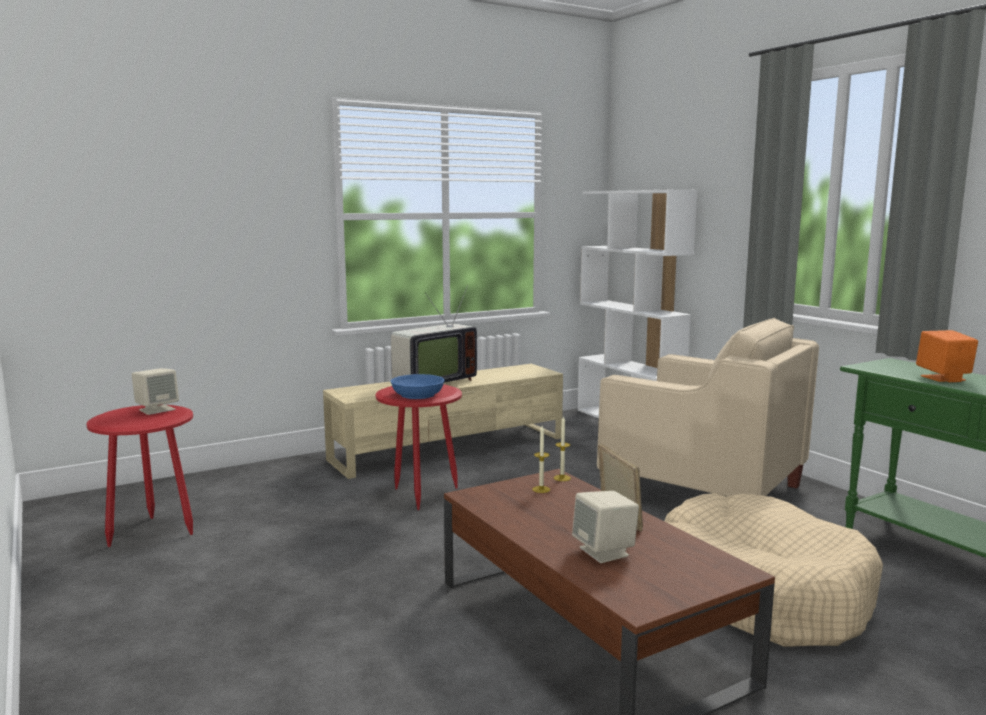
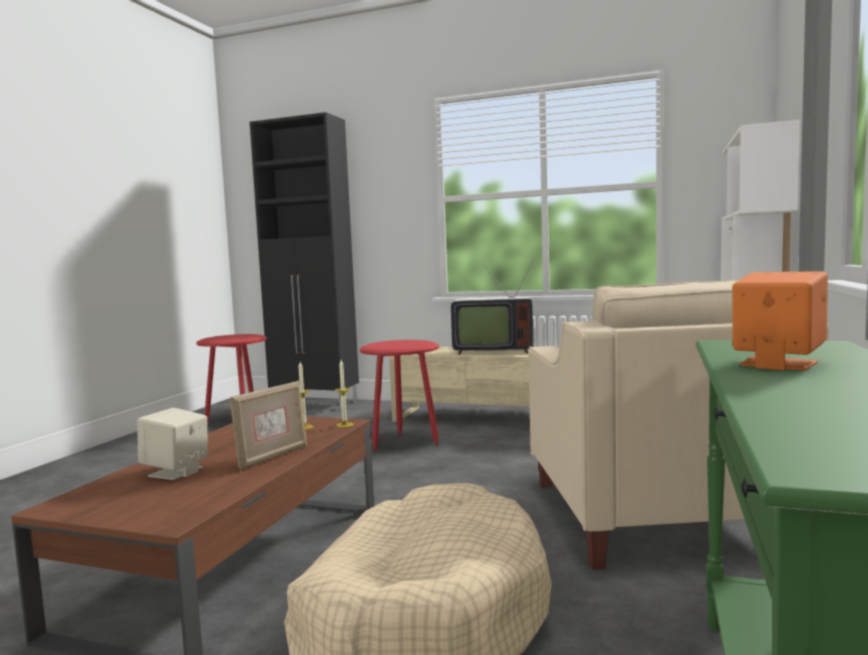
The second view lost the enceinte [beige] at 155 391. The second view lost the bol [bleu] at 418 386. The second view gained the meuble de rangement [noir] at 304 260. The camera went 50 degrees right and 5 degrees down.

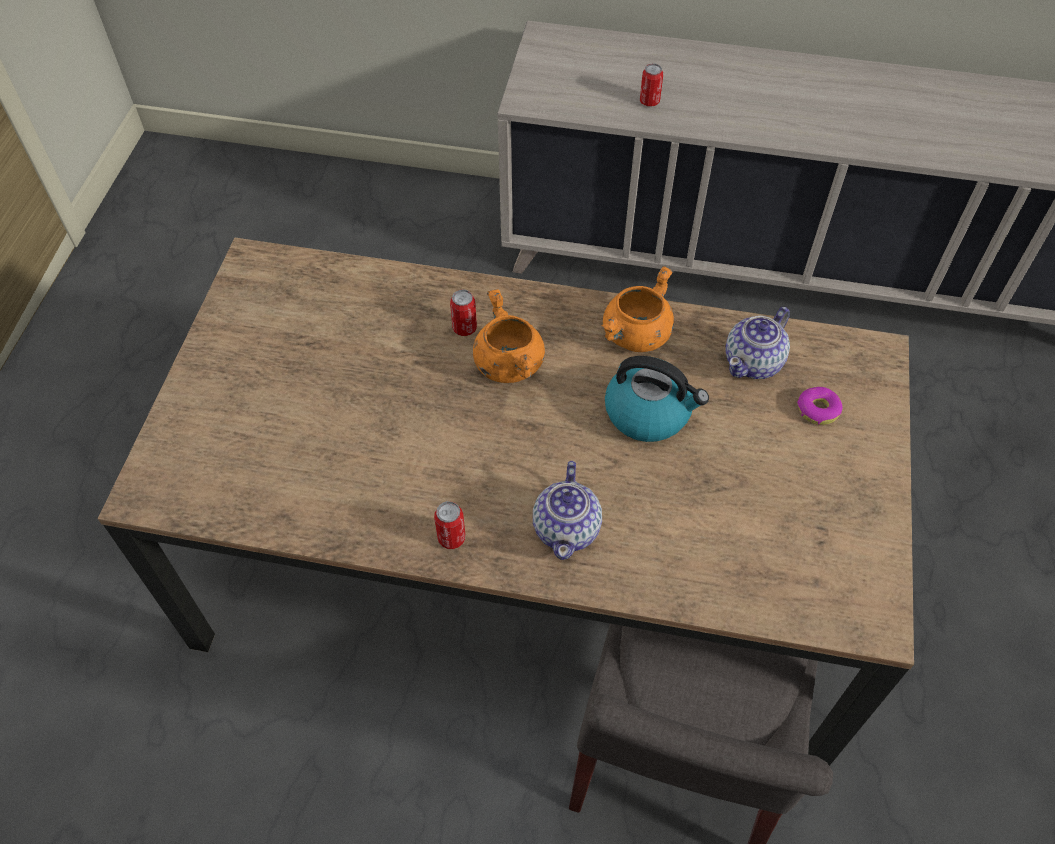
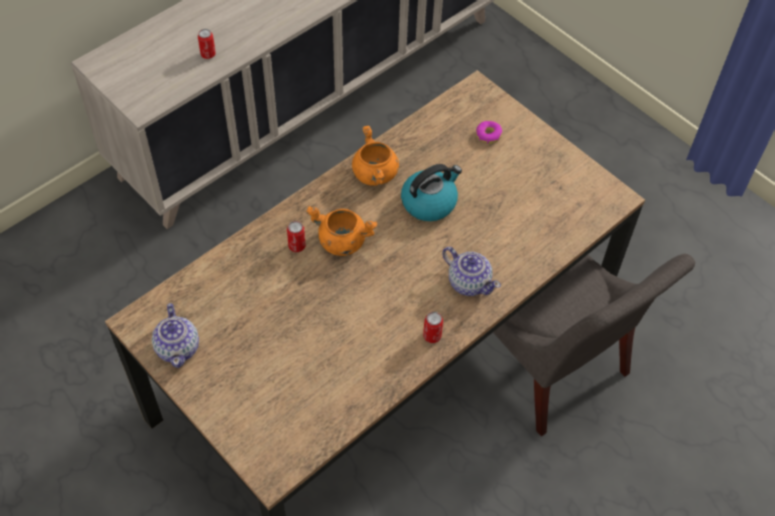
The théière ended up elsewhere, having gone from 757 343 to 175 335. The camera went 55 degrees left and 0 degrees up.

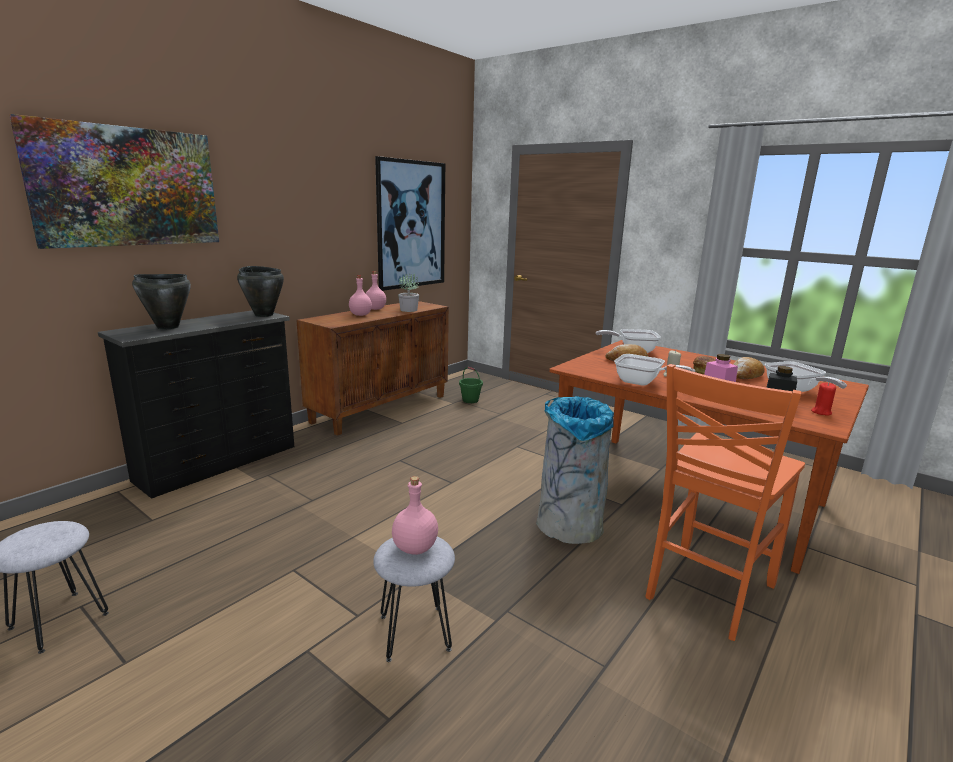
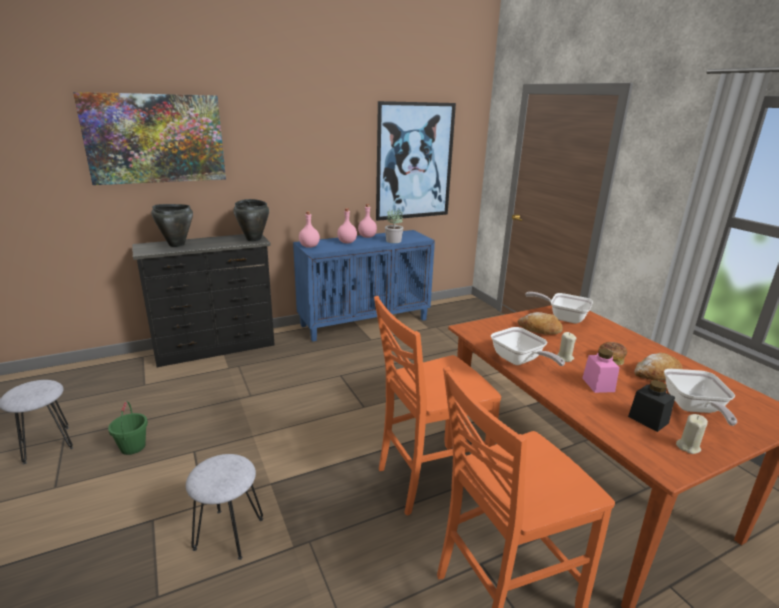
The bouteille [rose] ended up elsewhere, having gone from 415 515 to 309 229. The seau [vert] ended up elsewhere, having gone from 471 385 to 128 428. Where the poubelle [gris] stood at 575 470, the chaise [orange] came to stand at 437 406. What was the meuble de rangement [marron] at 372 368 turned into the meuble de rangement [bleu] at 364 286. What was the bougie [rouge] at 823 399 turned into the bougie [beige] at 692 434. The camera went 25 degrees right and 5 degrees up.

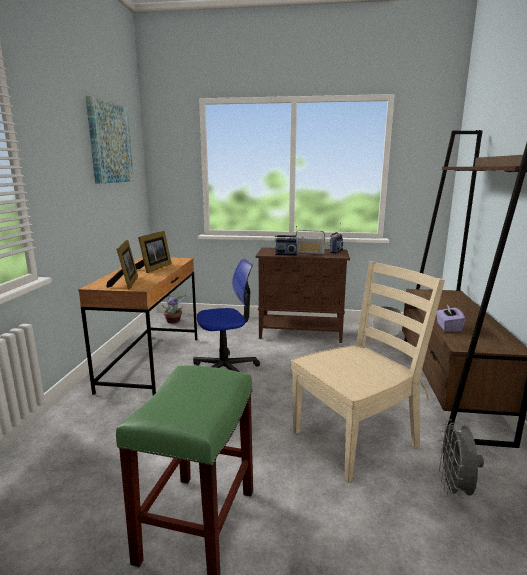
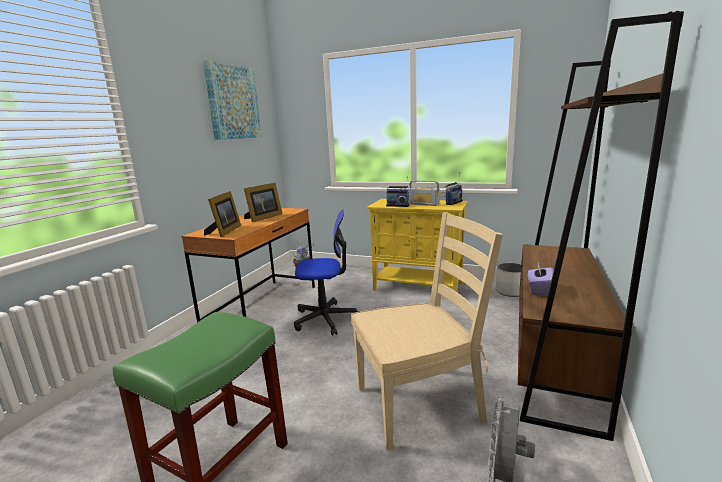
What was the meuble de rangement [marron] at 303 295 turned into the meuble de rangement [jaune] at 417 245. The camera went 15 degrees right and 0 degrees up.

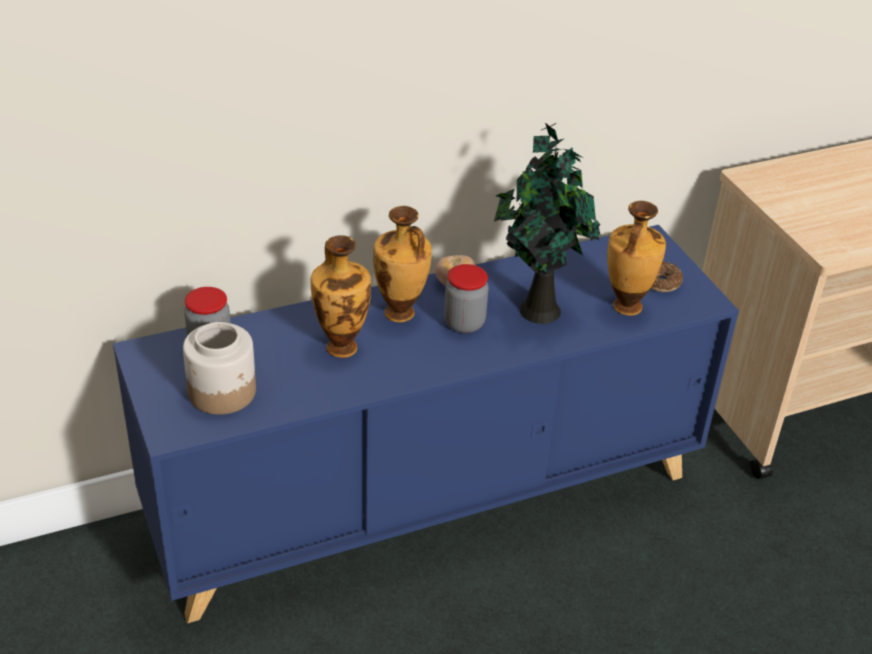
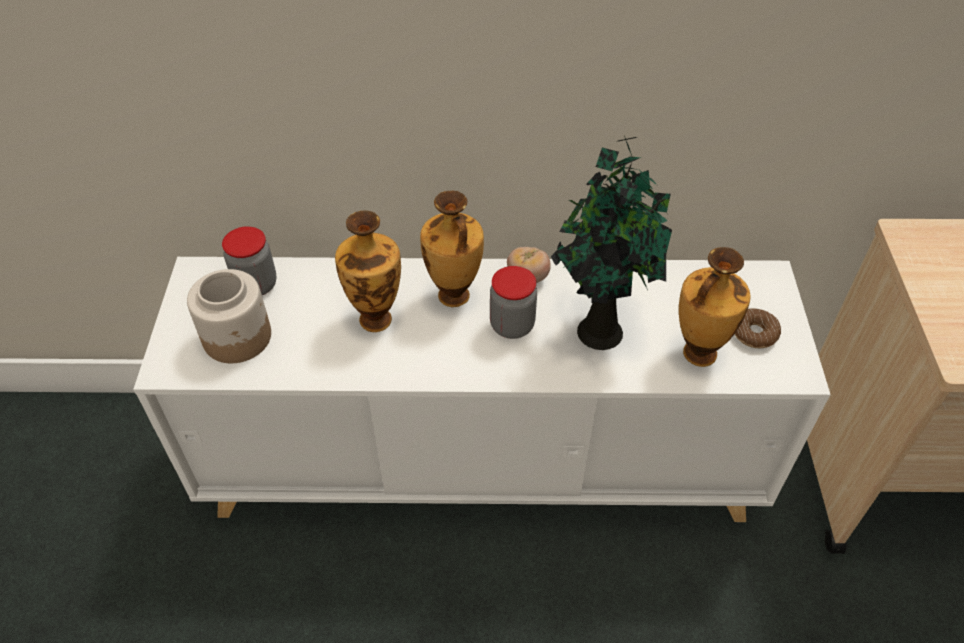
What was the meuble de rangement [bleu] at 426 424 turned into the meuble de rangement [blanc] at 482 389. The camera went 25 degrees right and 10 degrees up.

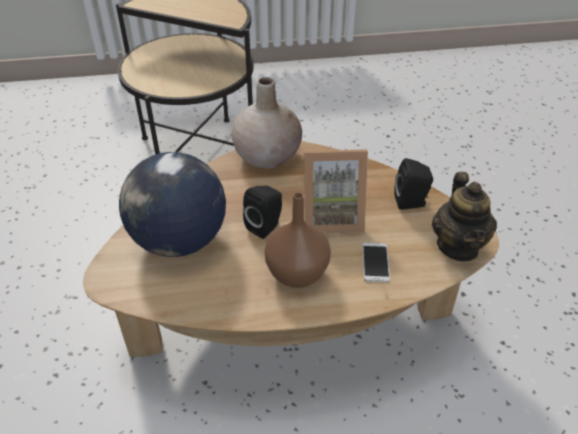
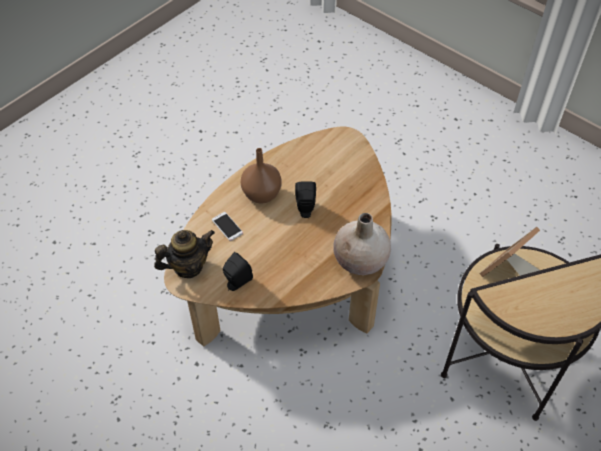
The second view lost the globe at 172 204. The cadre photo ended up elsewhere, having gone from 336 191 to 509 252. The théière at 464 217 ended up facing another way, 105 degrees clockwise from before. The camera went 140 degrees right and 10 degrees up.

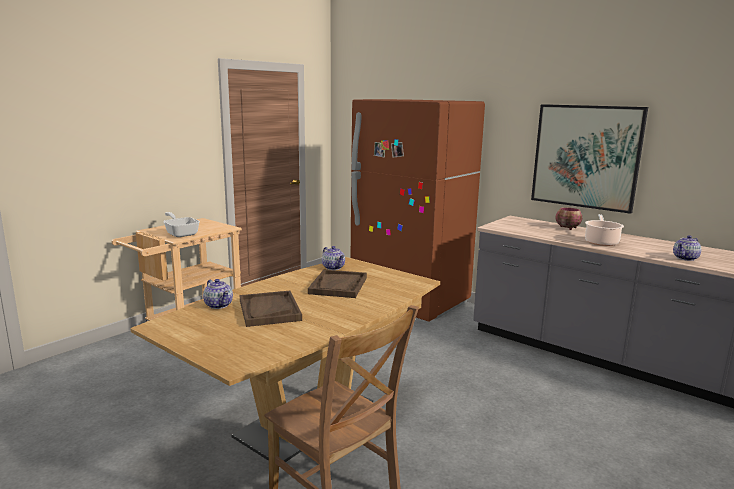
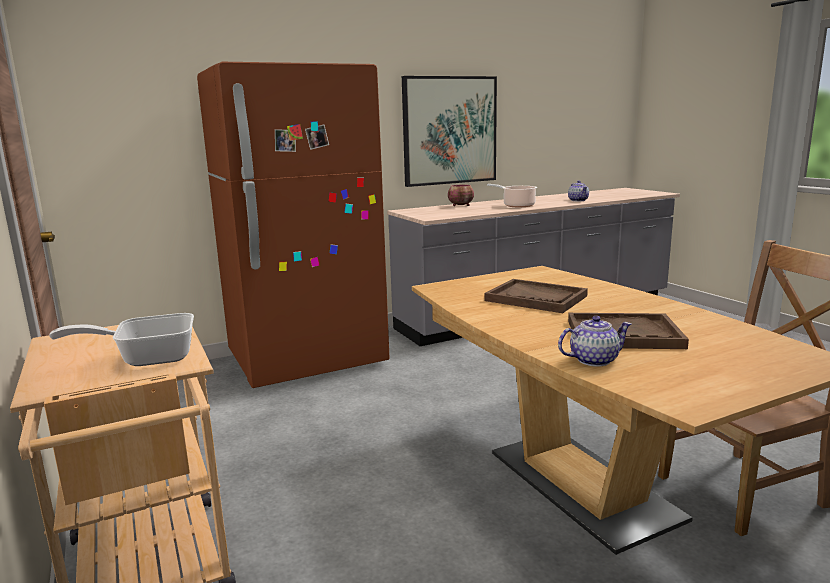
The second view lost the théière at 333 258. The camera went 65 degrees left and 0 degrees up.

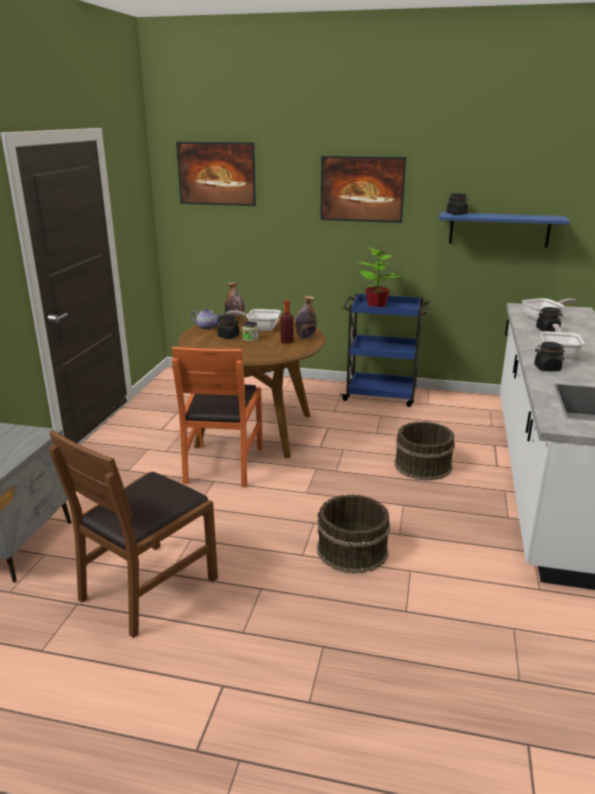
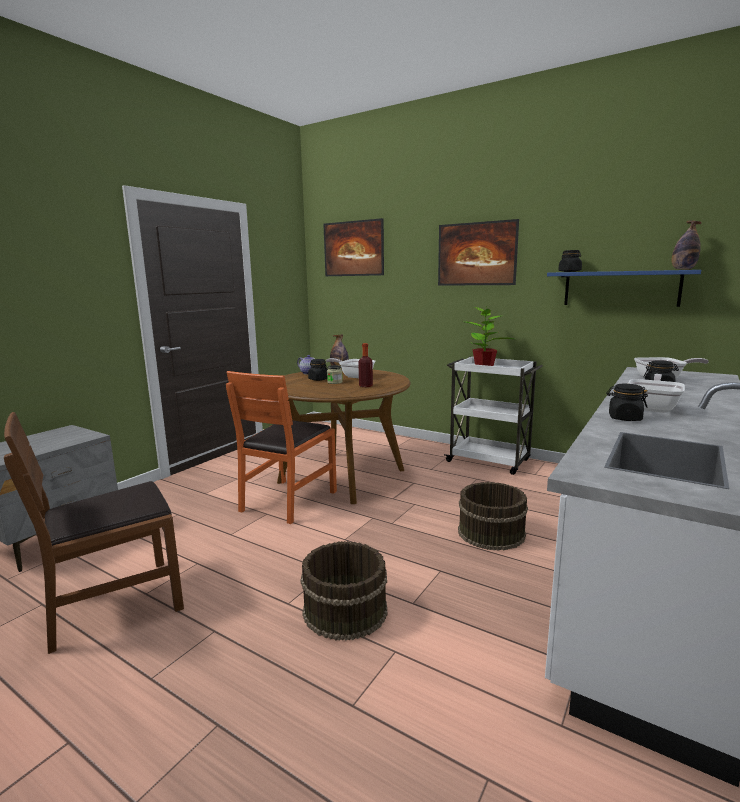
The bouteille ended up elsewhere, having gone from 306 317 to 687 245. What was the chariot [bleu] at 385 350 turned into the chariot [blanc] at 493 415. The camera went 20 degrees right and 10 degrees down.

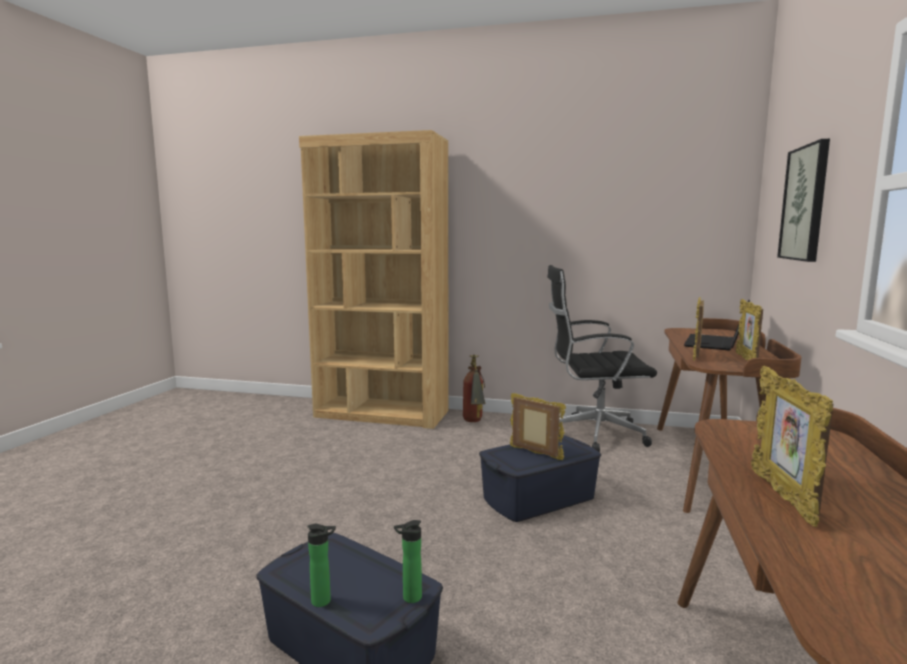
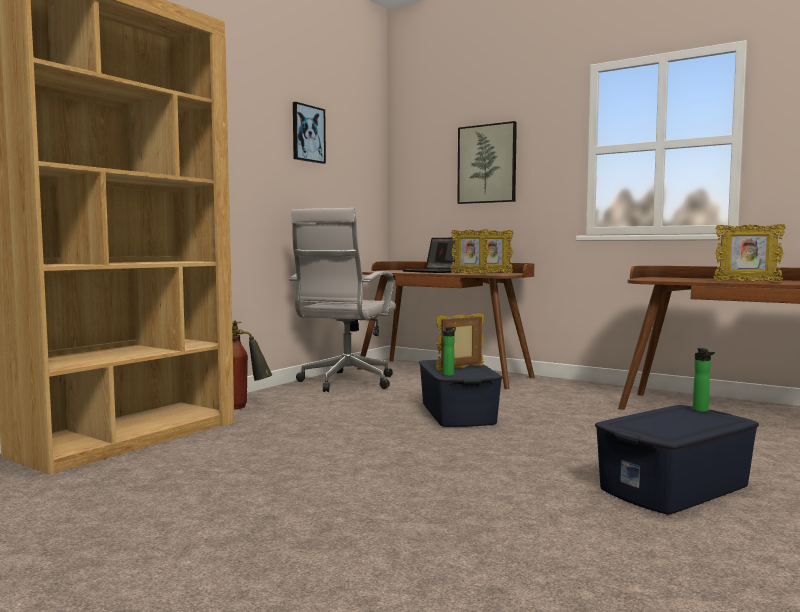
The second view gained the tableau at 309 133. The bouteille ended up elsewhere, having gone from 322 565 to 449 351. What was the chaise de bureau [noir] at 602 358 turned into the chaise de bureau [blanc] at 342 300. The camera went 70 degrees left and 5 degrees down.

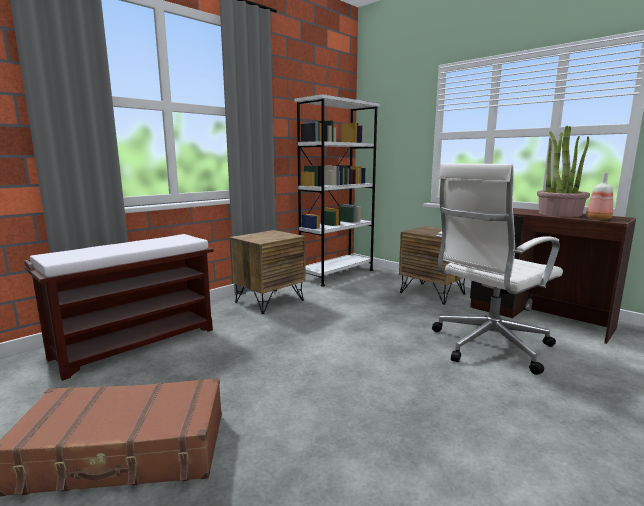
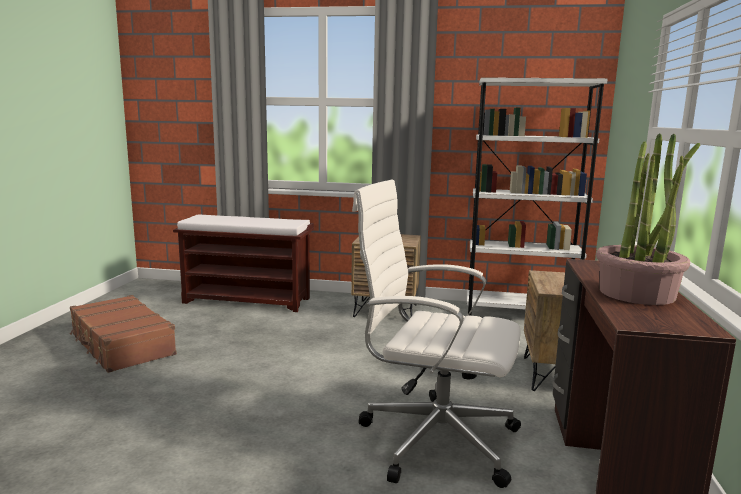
The second view lost the bouteille at 599 196. The camera went 55 degrees right and 0 degrees up.

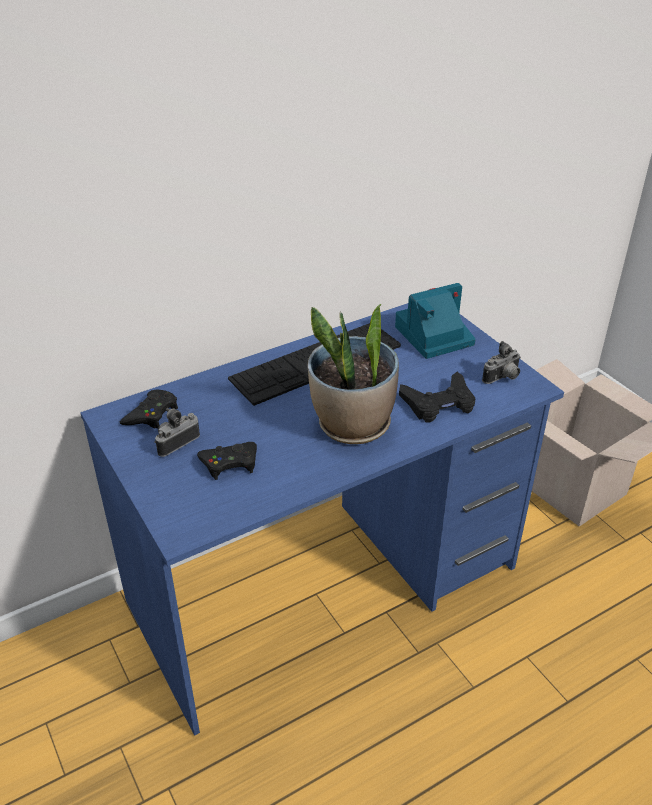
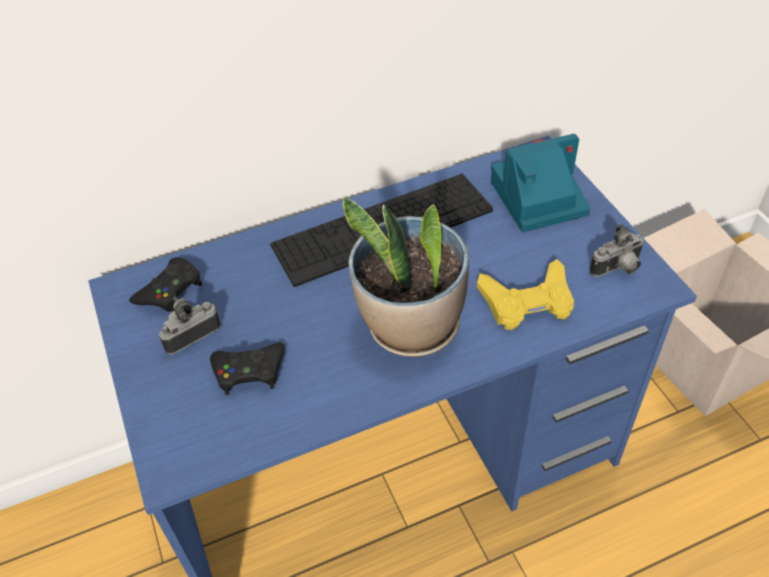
What was the manette [noir] at 437 397 turned into the manette [jaune] at 525 294. The camera went 10 degrees right and 10 degrees up.

